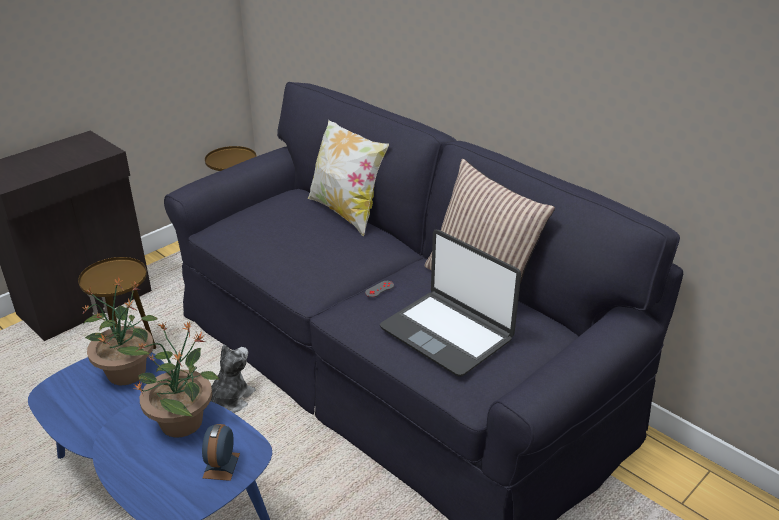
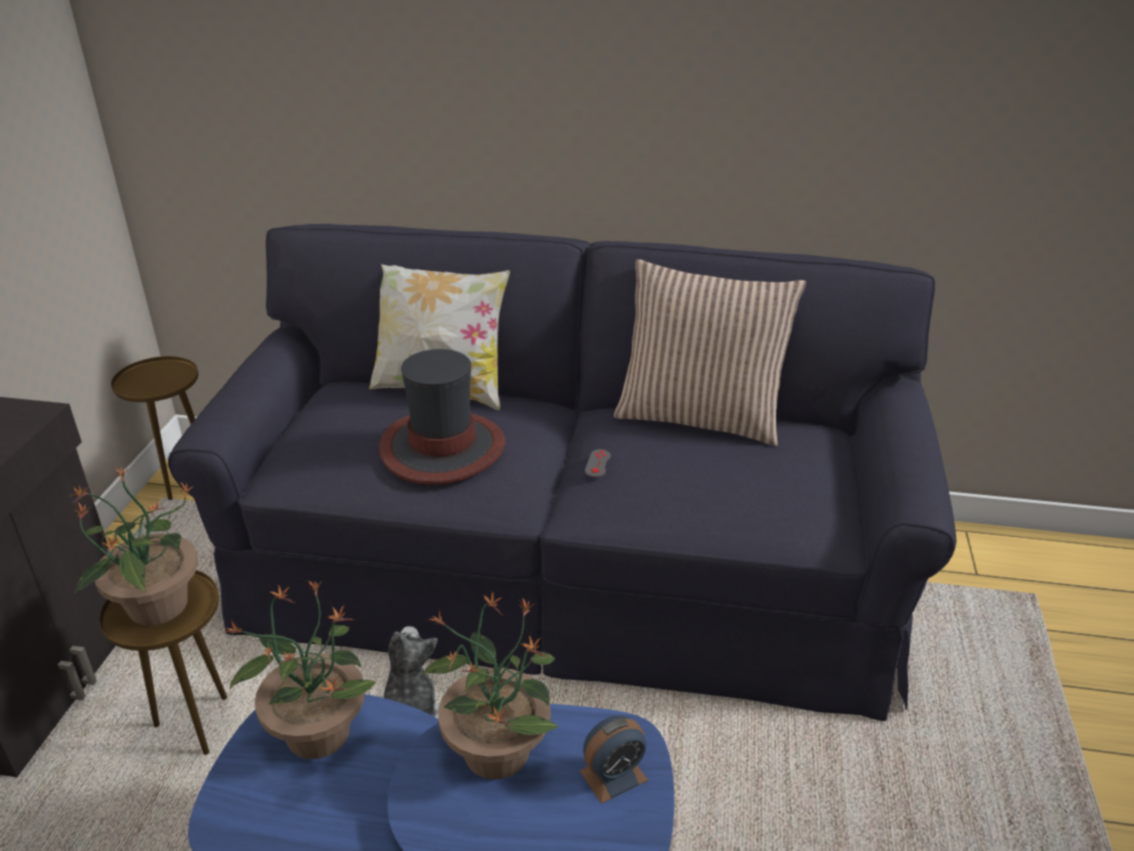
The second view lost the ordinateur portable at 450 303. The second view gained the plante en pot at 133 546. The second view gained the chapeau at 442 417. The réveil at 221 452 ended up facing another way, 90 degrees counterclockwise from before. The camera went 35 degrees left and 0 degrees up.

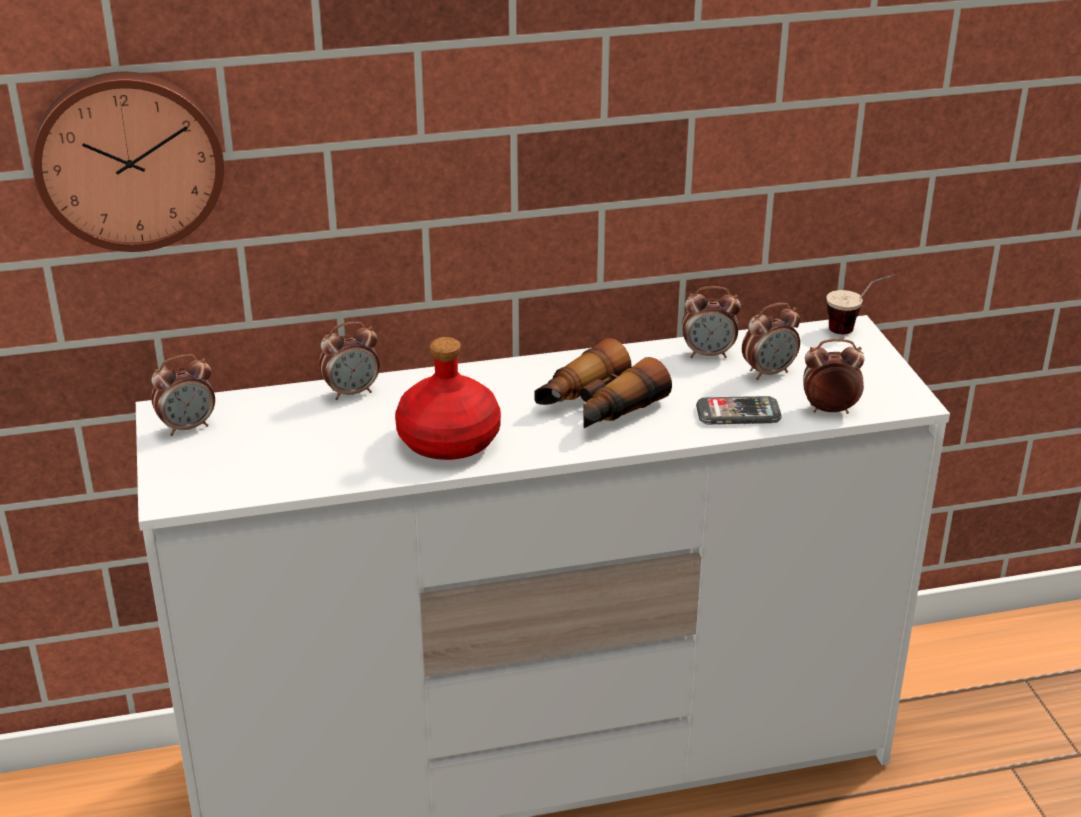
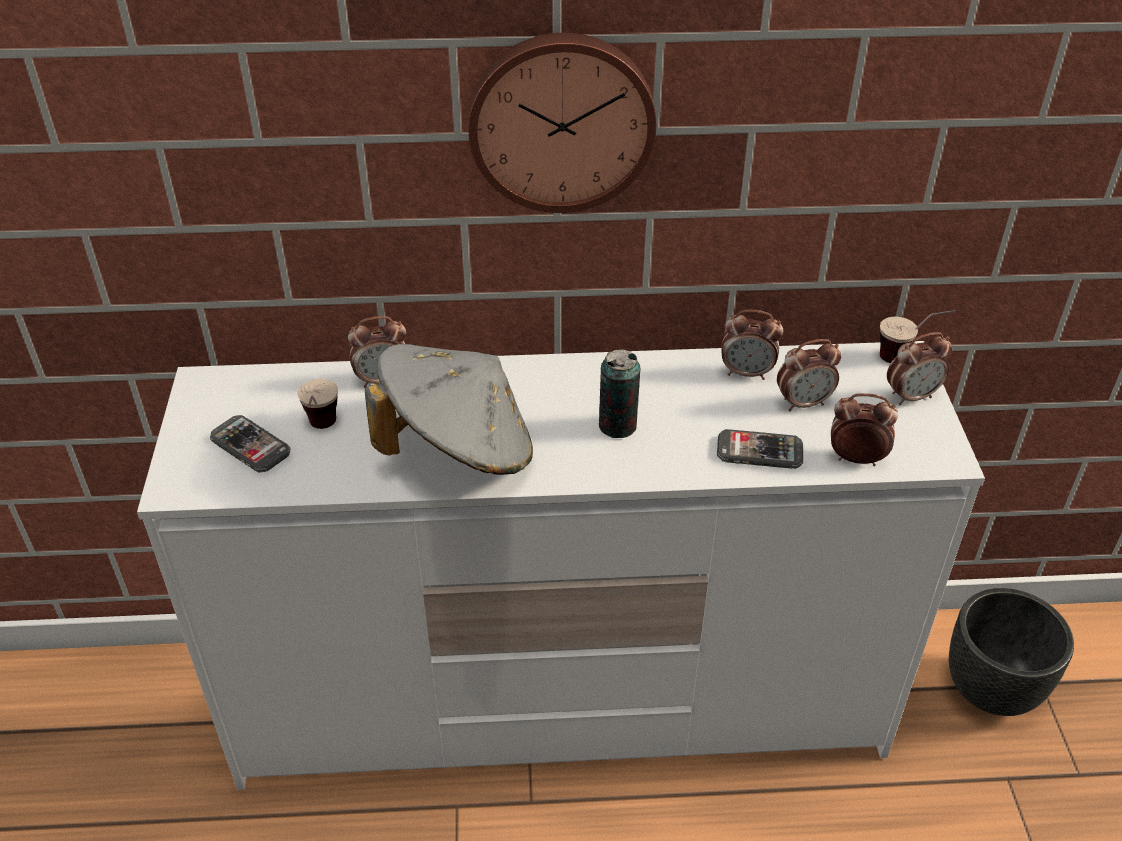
The second view gained the téléphone at 250 443. The second view gained the tasse at 318 404. The second view gained the cache-pot [noir] at 1011 652. The horloge murale ended up elsewhere, having gone from 128 162 to 562 123. The réveil ended up elsewhere, having gone from 183 395 to 919 368. Where the bouteille [rouge] stood at 448 398, the chapeau [gris] came to stand at 449 409. Where the jumelles stood at 603 383, the boîte métallique came to stand at 620 393. The camera went 10 degrees right and 10 degrees up.

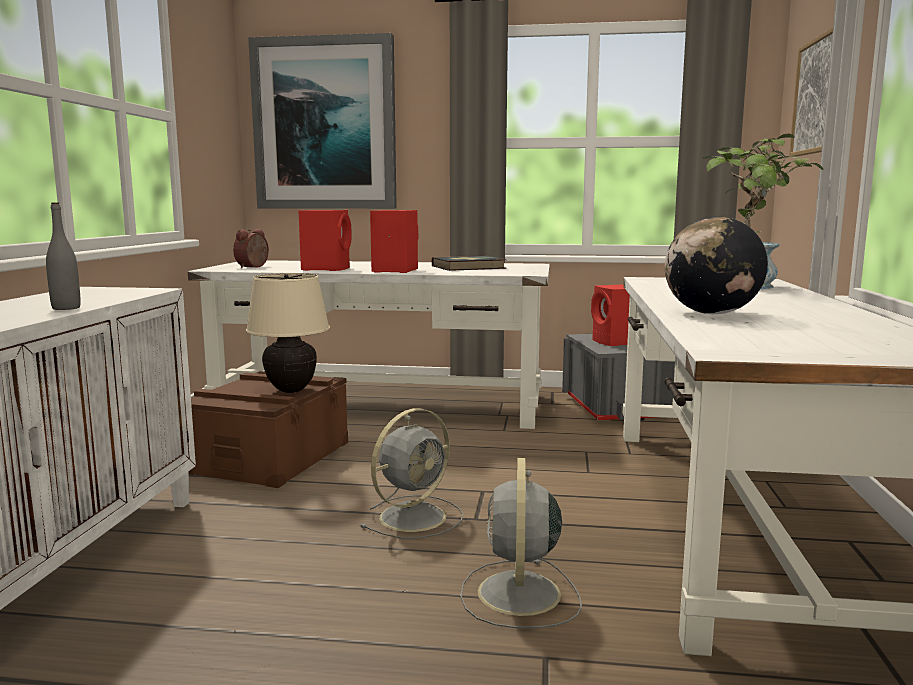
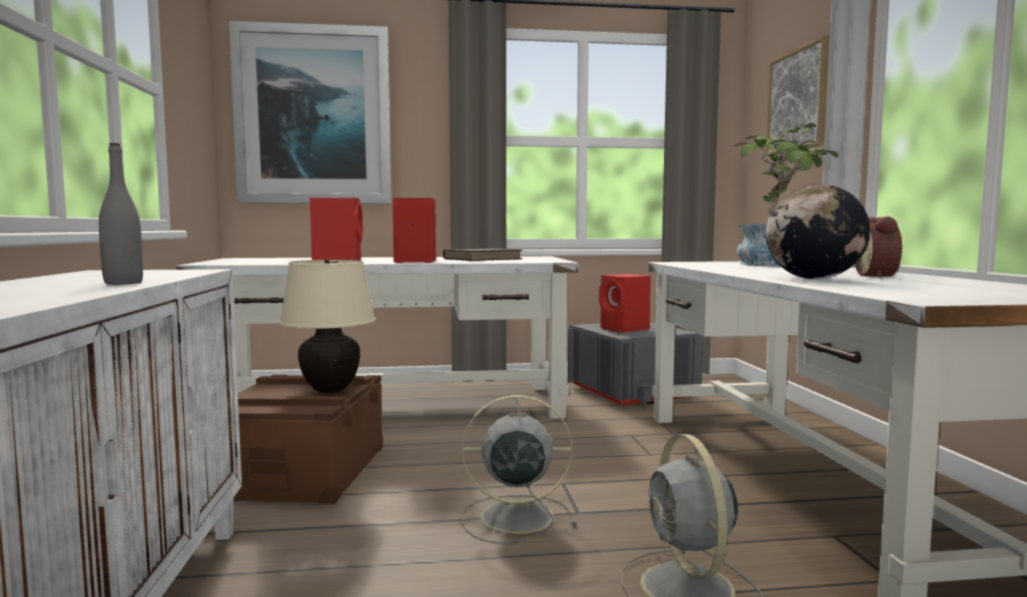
The réveil ended up elsewhere, having gone from 251 248 to 878 247. The ventilateur [gris] at 411 473 ended up facing another way, 120 degrees counterclockwise from before. The camera went 15 degrees left and 5 degrees down.

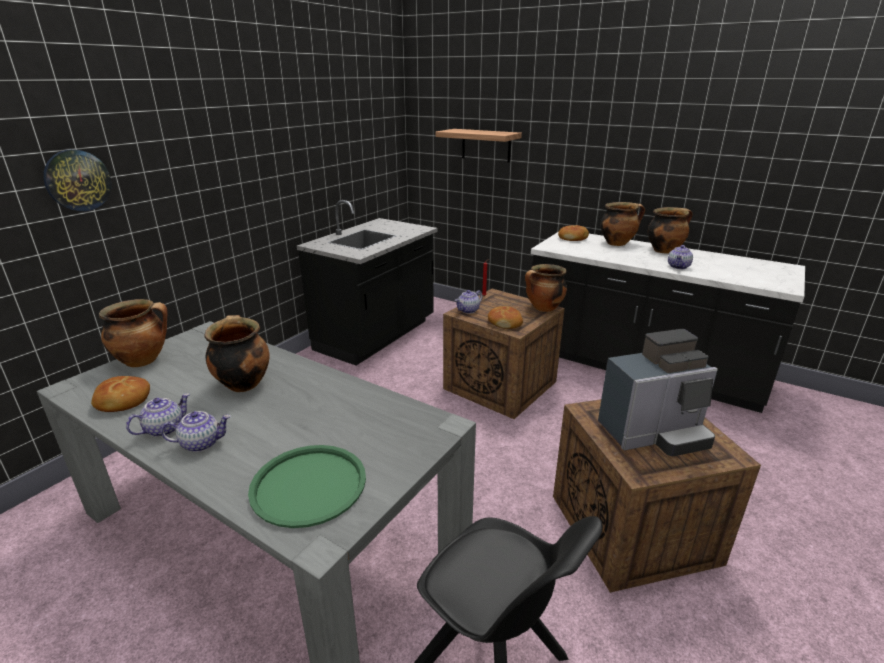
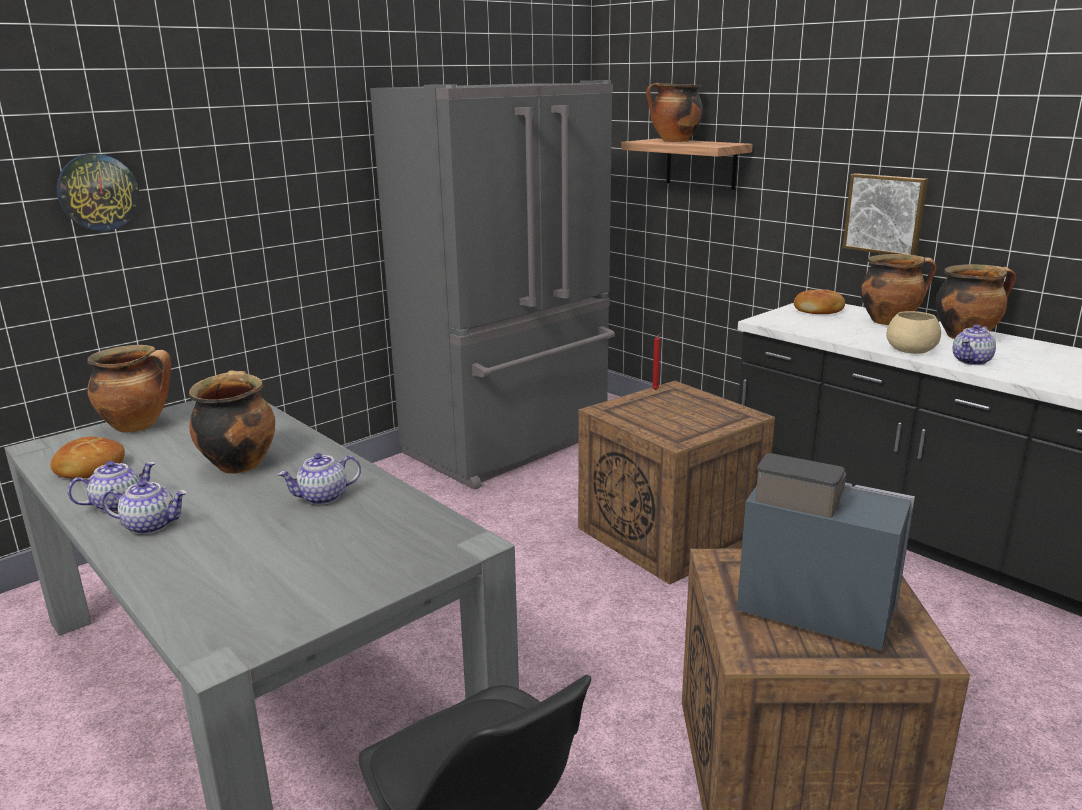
The second view lost the plateau [vert] at 307 486. The second view lost the pain at 505 317. The second view gained the tableau at 885 214. The second view gained the bol [beige] at 913 332. The théière ended up elsewhere, having gone from 468 302 to 319 479. The marmite ended up elsewhere, having gone from 546 288 to 674 112. Where the comptoir de cuisine [noir] stood at 367 282, the réfrigérateur [gris] came to stand at 492 285. The machine à café at 658 392 ended up facing another way, 150 degrees counterclockwise from before. The camera went 15 degrees right and 5 degrees down.

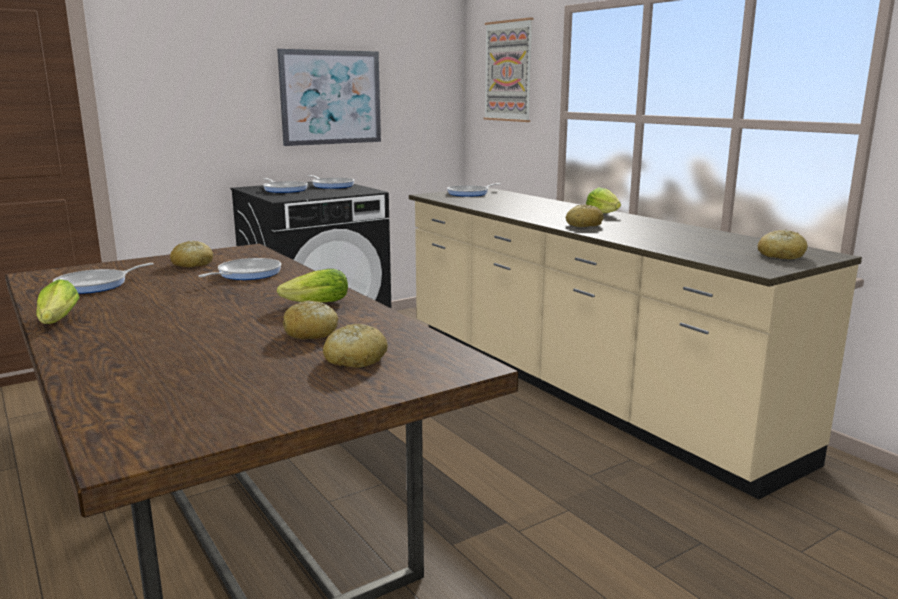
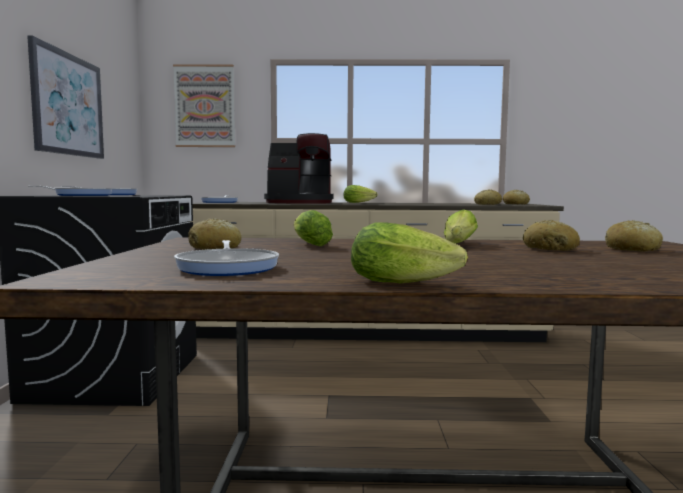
The second view gained the machine à café at 299 168. The pain ended up elsewhere, having gone from 584 215 to 488 197. Where the poêle stood at 239 269, the laitue came to stand at 313 228. The camera went 55 degrees left and 10 degrees down.

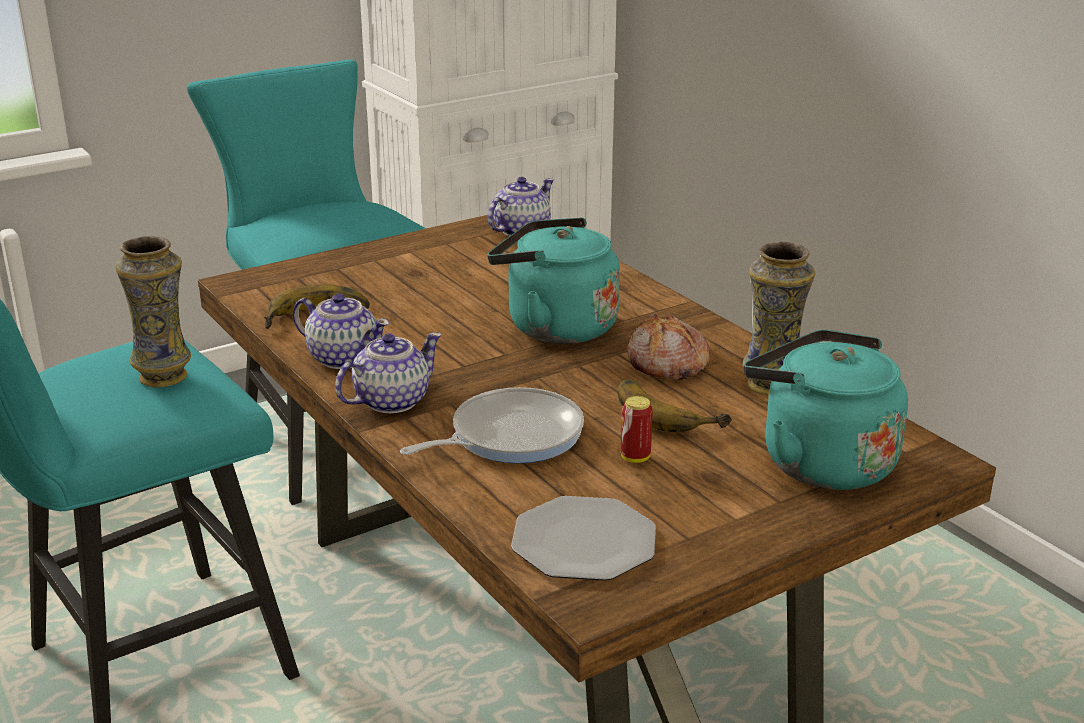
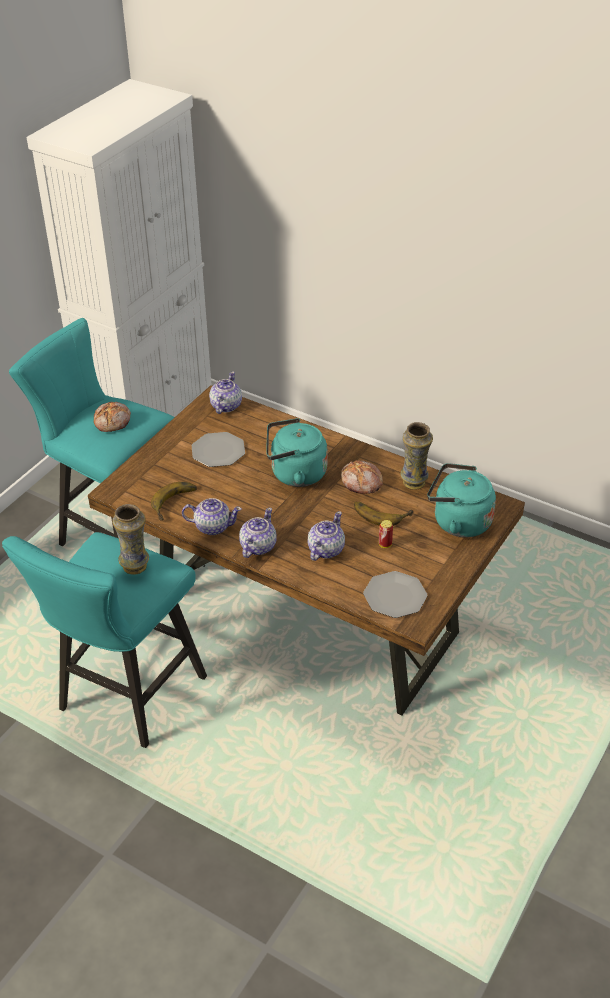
The second view gained the pain at 112 417. The second view gained the assiette at 218 449. Where the poêle stood at 492 425, the théière came to stand at 326 536. The camera went 25 degrees left and 15 degrees up.

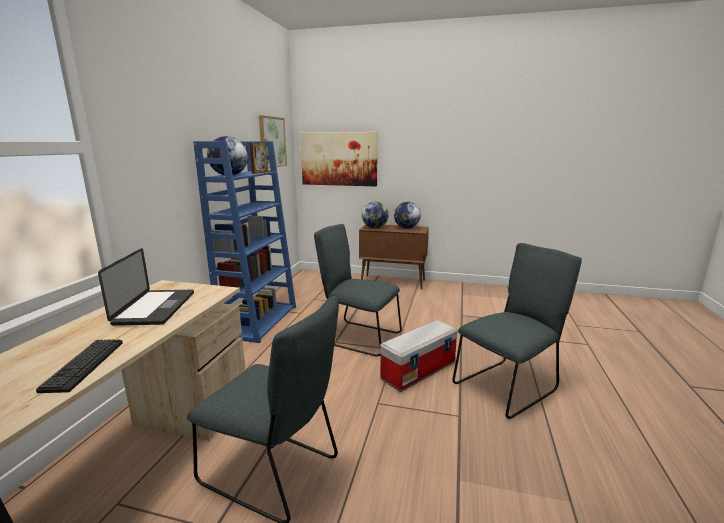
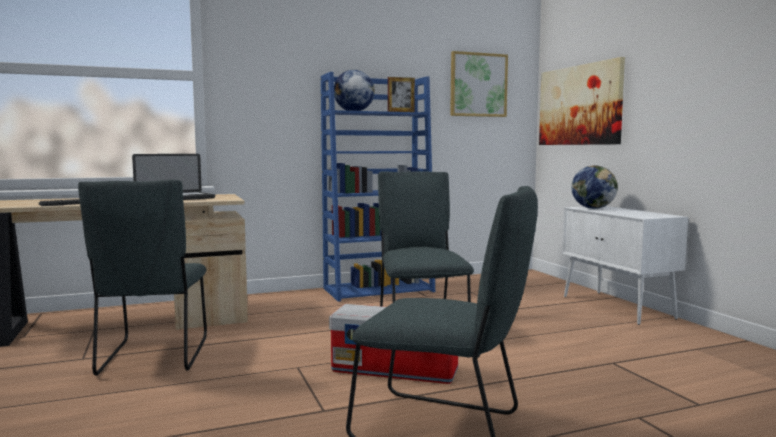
The second view lost the globe at 407 215. What was the meuble de rangement [marron] at 394 257 turned into the meuble de rangement [blanc] at 625 265. The camera went 55 degrees right and 10 degrees down.

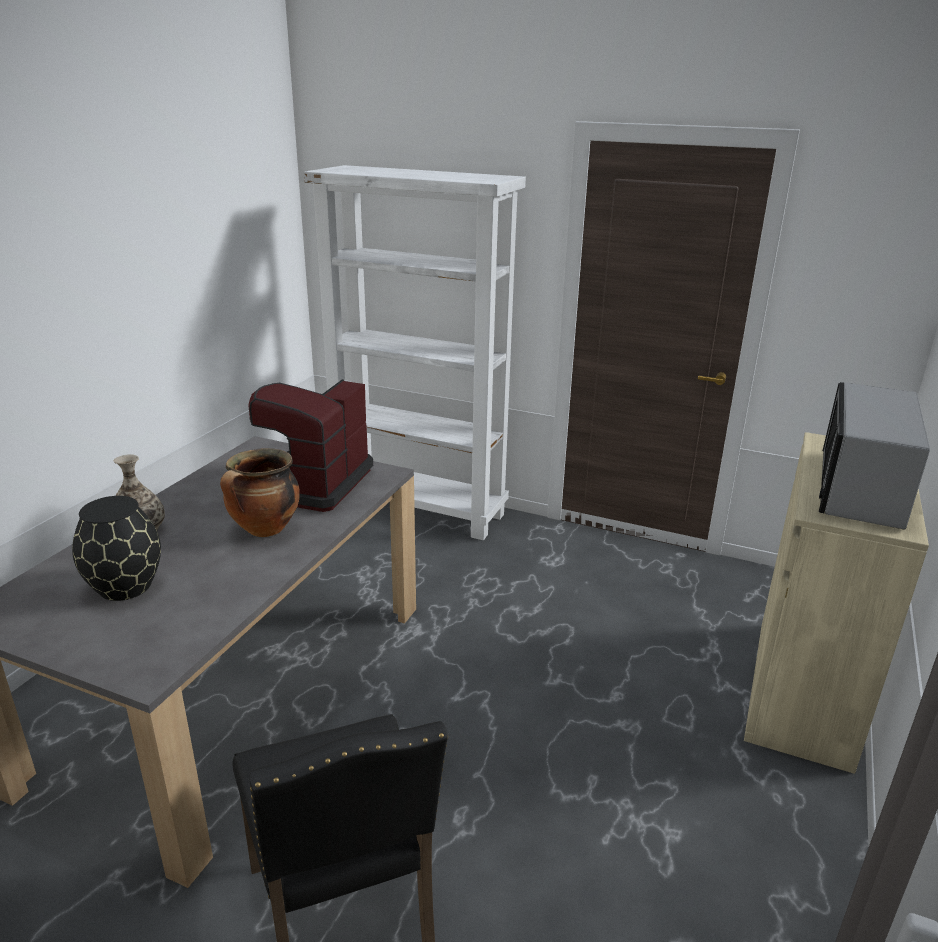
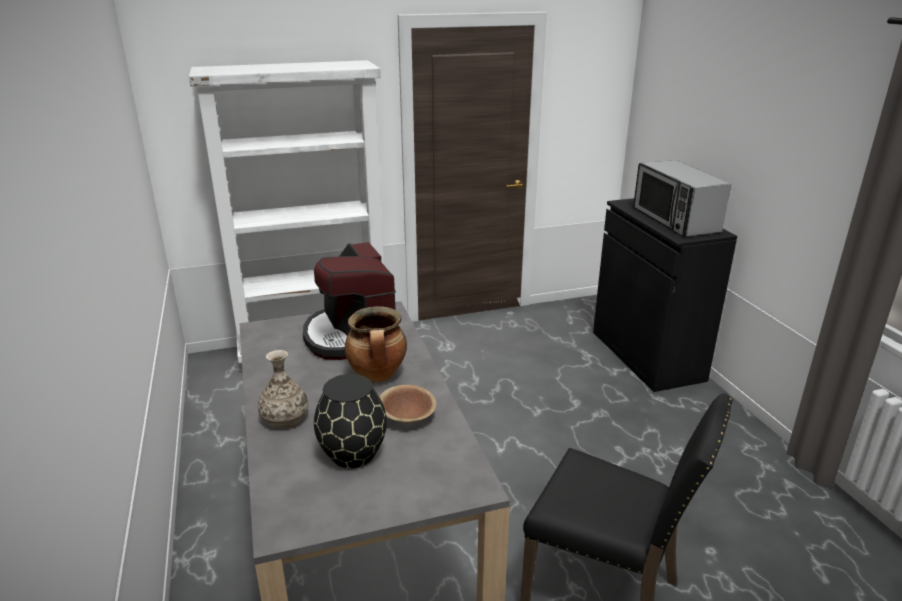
The second view gained the bol [marron] at 408 404. What was the meuble de rangement [beige] at 836 603 turned into the meuble de rangement [noir] at 665 295. The camera went 40 degrees left and 0 degrees up.

